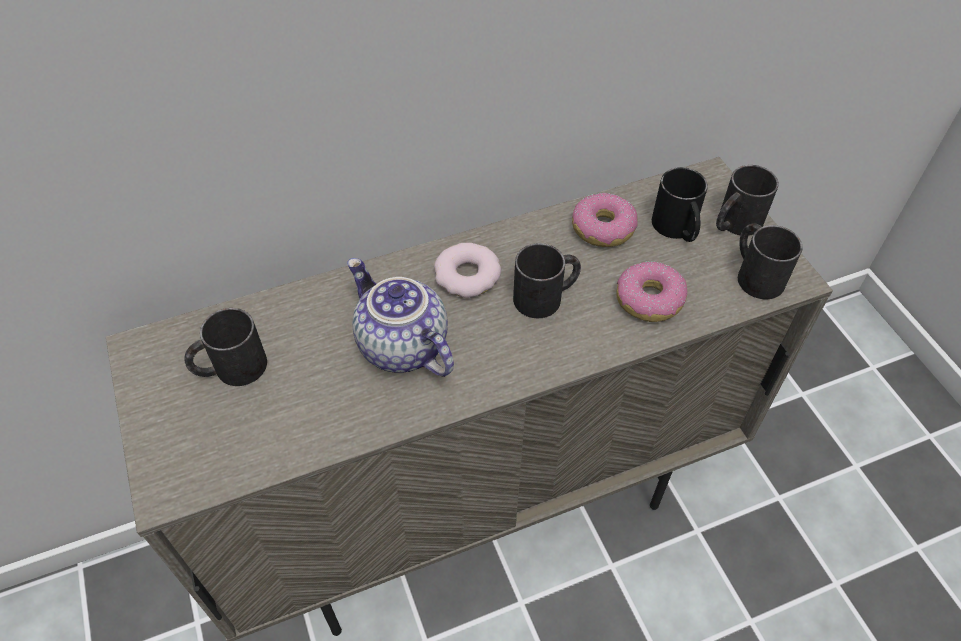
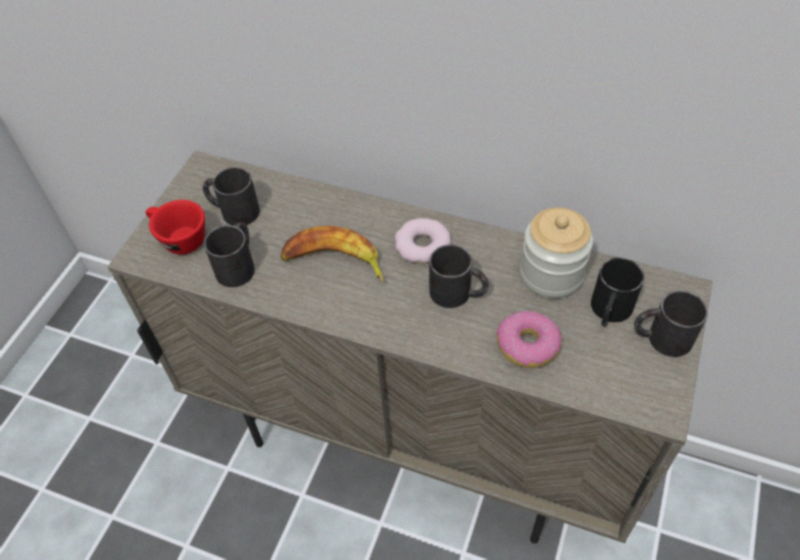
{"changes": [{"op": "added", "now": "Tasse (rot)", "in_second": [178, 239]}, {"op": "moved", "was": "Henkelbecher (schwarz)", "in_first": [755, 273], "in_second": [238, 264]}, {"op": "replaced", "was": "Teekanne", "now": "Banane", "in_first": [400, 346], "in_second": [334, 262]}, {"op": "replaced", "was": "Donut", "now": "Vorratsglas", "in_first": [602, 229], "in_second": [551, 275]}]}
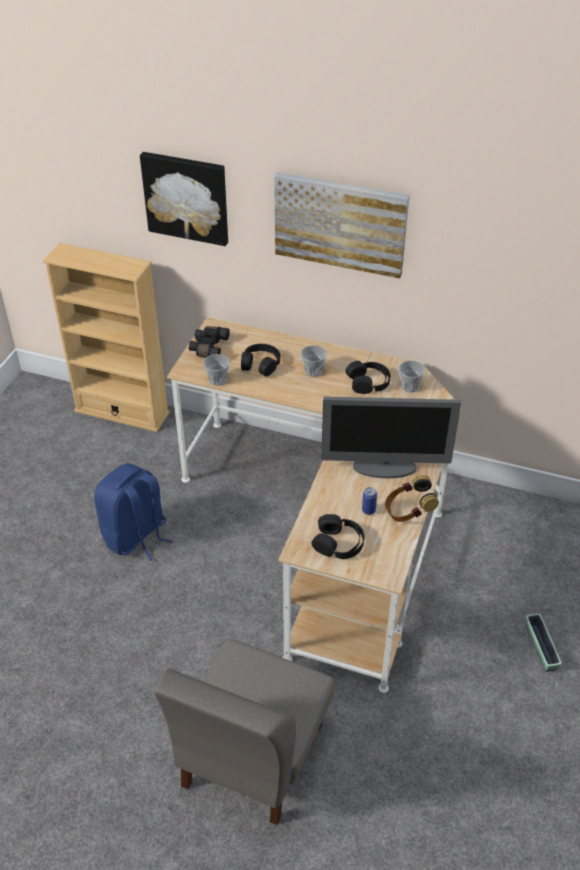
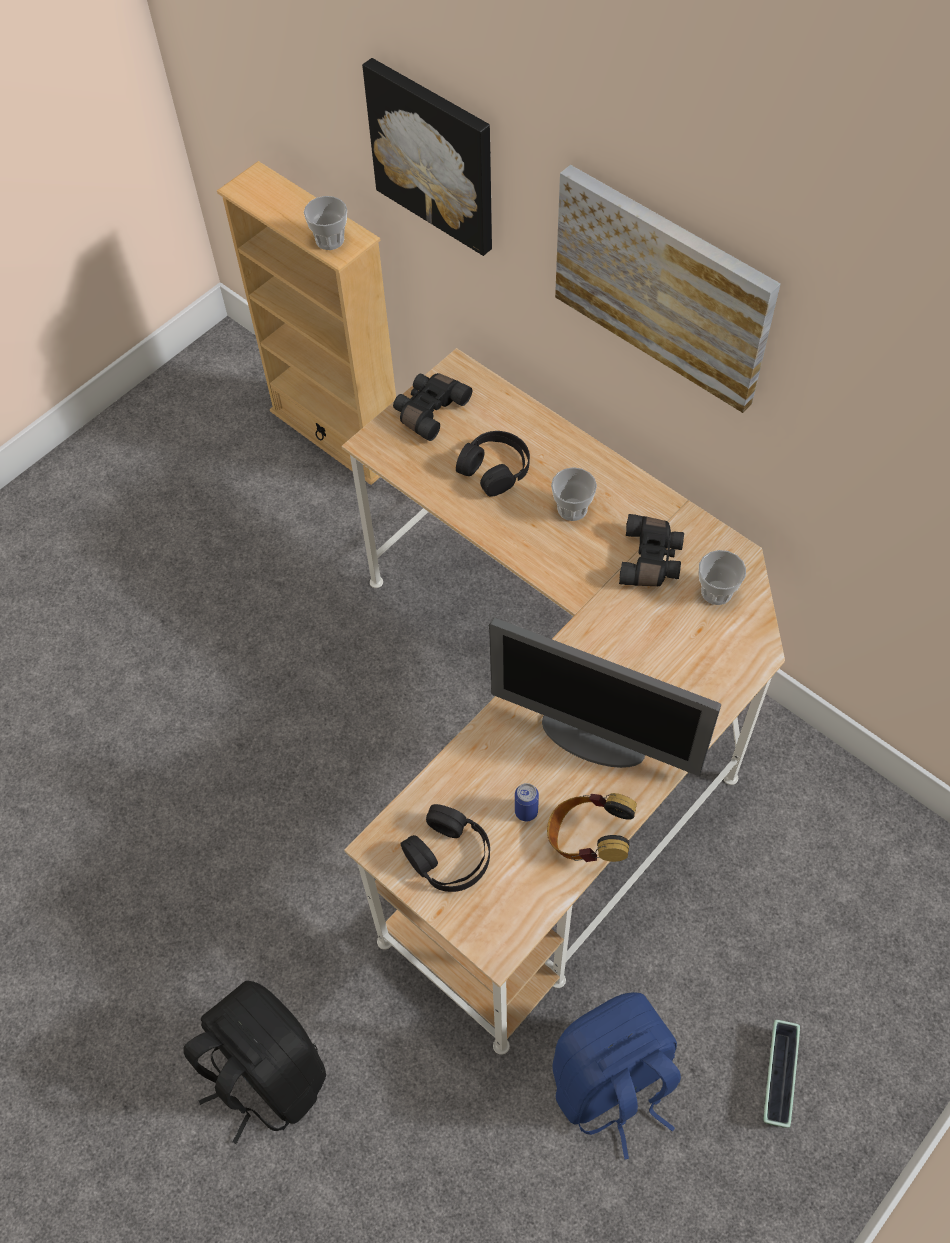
{"changes": [{"op": "replaced", "was": "Stuhl (grau)", "now": "Rucksack (schwarz)", "in_first": [252, 755], "in_second": [267, 1074]}, {"op": "moved", "was": "Tasse", "in_first": [217, 380], "in_second": [329, 240]}, {"op": "moved", "was": "Rucksack (blau)", "in_first": [136, 536], "in_second": [612, 1085]}, {"op": "replaced", "was": "Kopfhörer (schwarz)", "now": "Fernglas (schwarz)", "in_first": [368, 382], "in_second": [651, 560]}]}
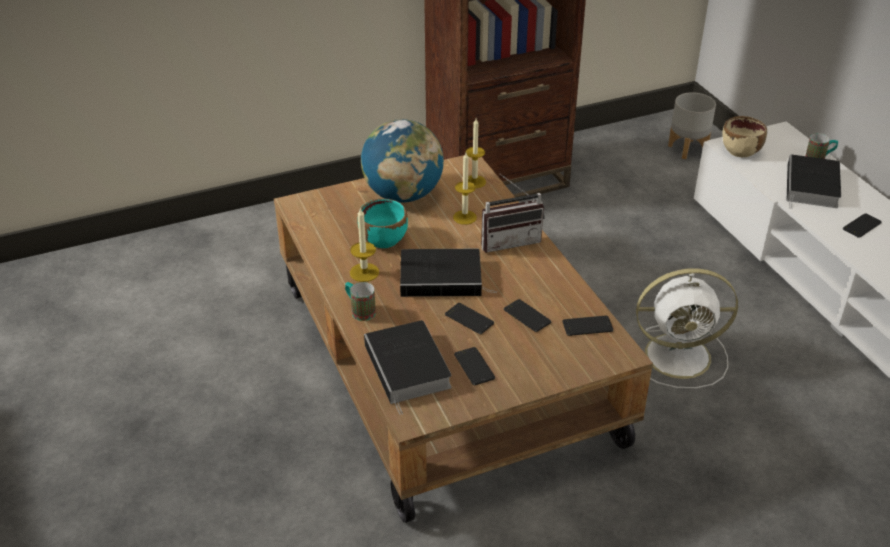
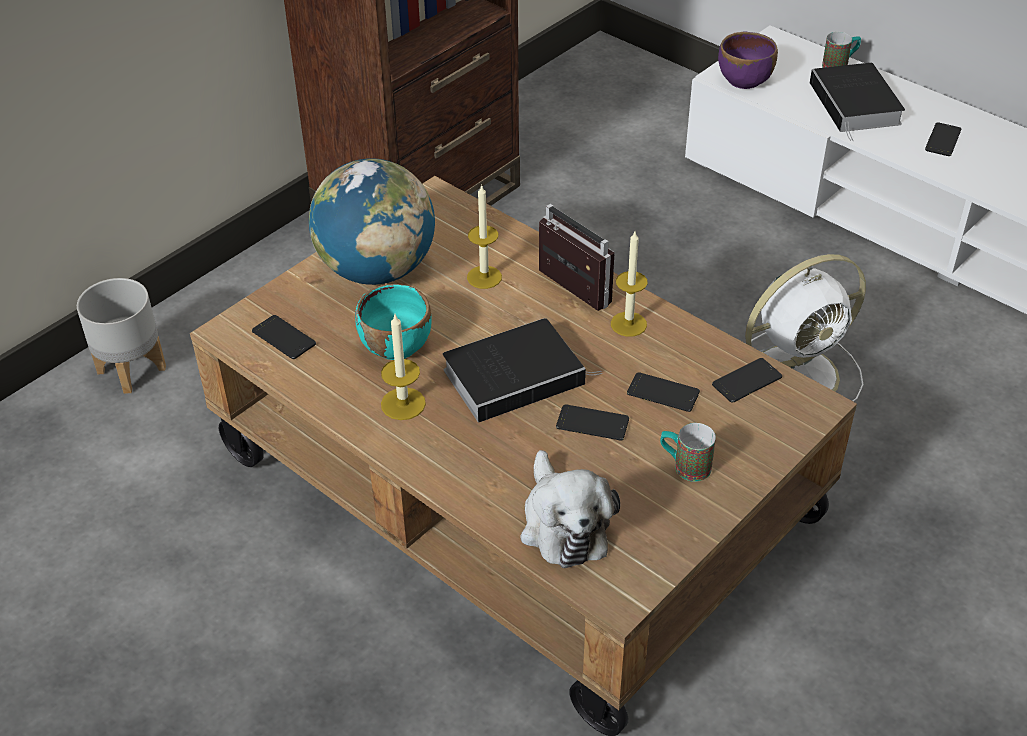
{"changes": [{"op": "moved", "was": "Pflanzkübel (grau)", "in_first": [688, 149], "in_second": [132, 369]}, {"op": "moved", "was": "Handy", "in_first": [474, 366], "in_second": [284, 338]}, {"op": "replaced", "was": "Buch", "now": "Plüschtier", "in_first": [409, 368], "in_second": [563, 524]}, {"op": "turned", "was": "Radio", "in_first": [509, 240], "in_second": [566, 292], "clockwise": -90}, {"op": "moved", "was": "Kerze", "in_first": [474, 181], "in_second": [628, 324]}, {"op": "moved", "was": "Henkelbecher", "in_first": [359, 310], "in_second": [684, 466]}, {"op": "recoloured", "was": "Schüssel (beige)", "now": "Schüssel (lila)", "in_first": [740, 151], "in_second": [744, 80]}]}
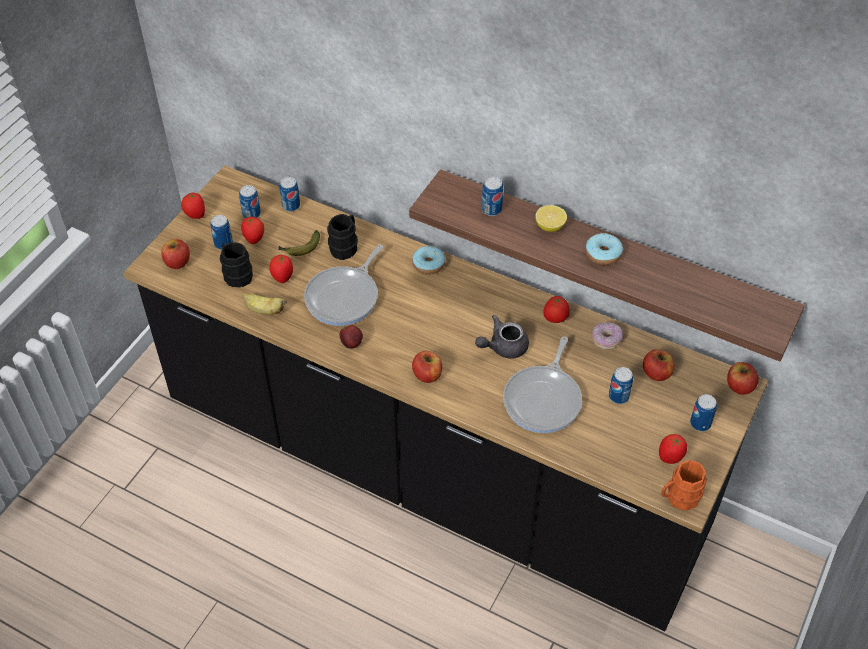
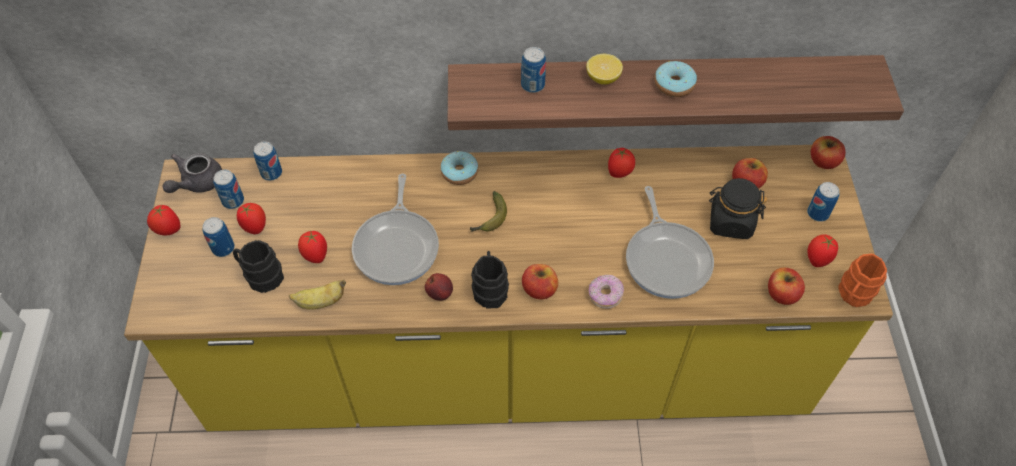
{"changes": [{"op": "recoloured", "was": "Küchenzeile (schwarz)", "now": "Küchenzeile (gelb)", "in_first": [434, 468], "in_second": [508, 367]}, {"op": "moved", "was": "Teekanne (grau)", "in_first": [503, 347], "in_second": [197, 183]}, {"op": "moved", "was": "Banane", "in_first": [300, 248], "in_second": [489, 219]}, {"op": "moved", "was": "Henkelbecher (schwarz)", "in_first": [345, 246], "in_second": [490, 288]}, {"op": "moved", "was": "Donut", "in_first": [606, 339], "in_second": [605, 295]}, {"op": "replaced", "was": "Dose", "now": "Vorratsglas (schwarz)", "in_first": [618, 396], "in_second": [730, 222]}, {"op": "moved", "was": "Apfel", "in_first": [177, 262], "in_second": [781, 294]}]}
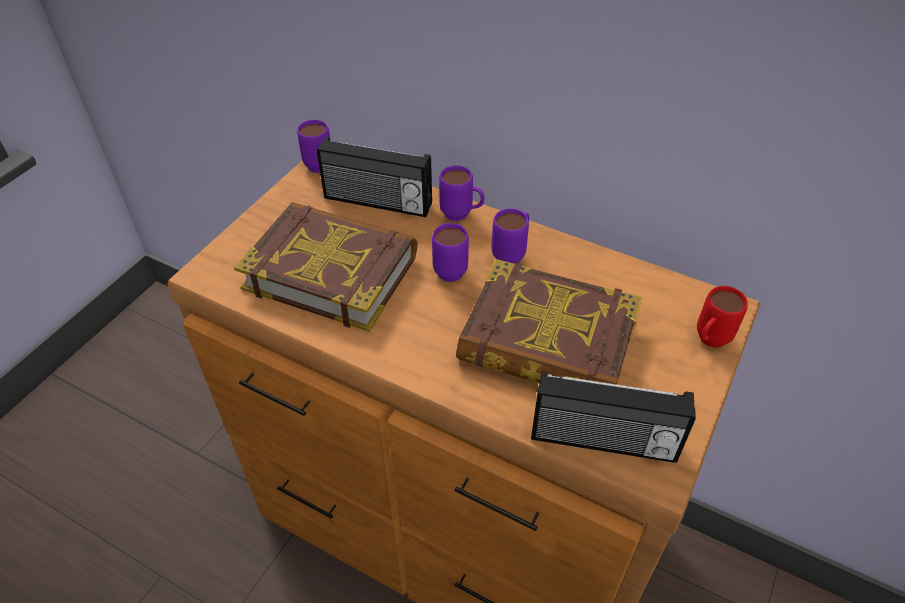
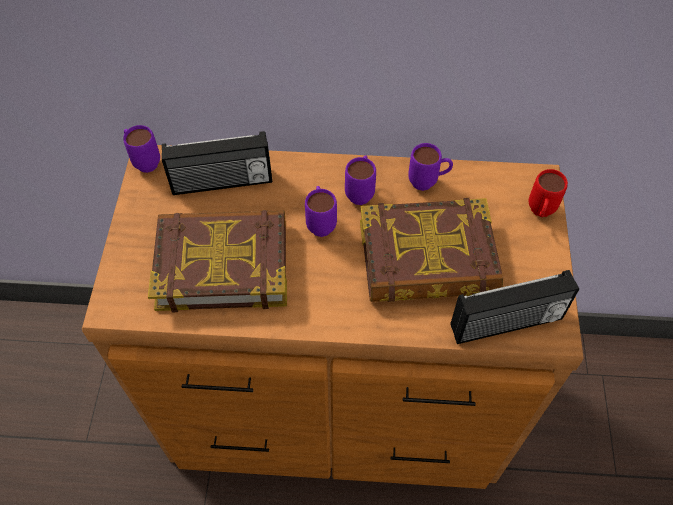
{"changes": [{"op": "moved", "was": "Henkelbecher (lila)", "in_first": [462, 216], "in_second": [428, 182]}]}
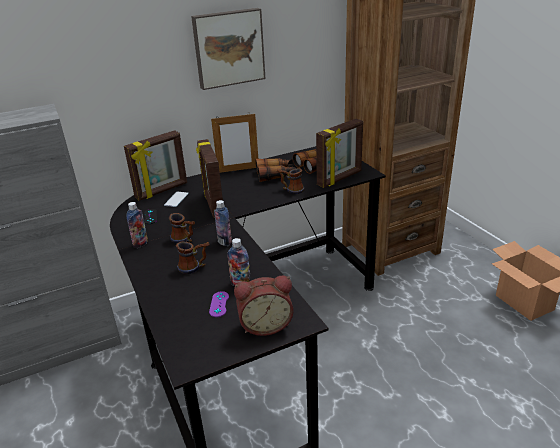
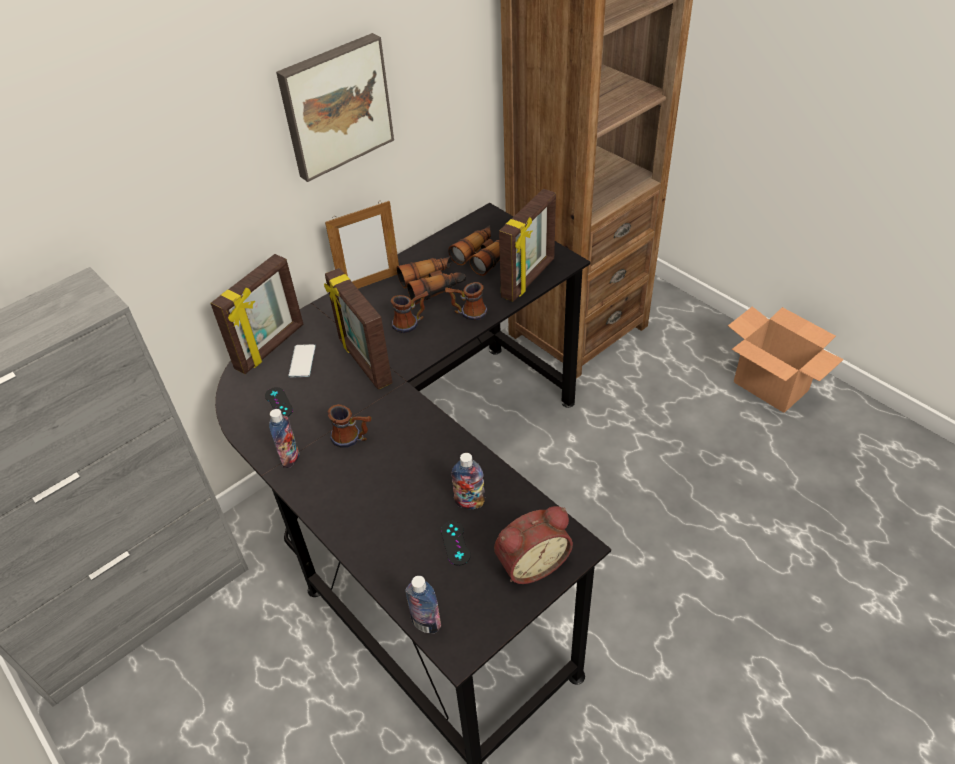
{"changes": [{"op": "moved", "was": "Henkelbecher", "in_first": [195, 267], "in_second": [411, 322]}, {"op": "moved", "was": "Flasche", "in_first": [224, 242], "in_second": [426, 623]}, {"op": "recoloured", "was": "Gamepad (lila)", "now": "Gamepad (schwarz)", "in_first": [219, 304], "in_second": [455, 543]}]}
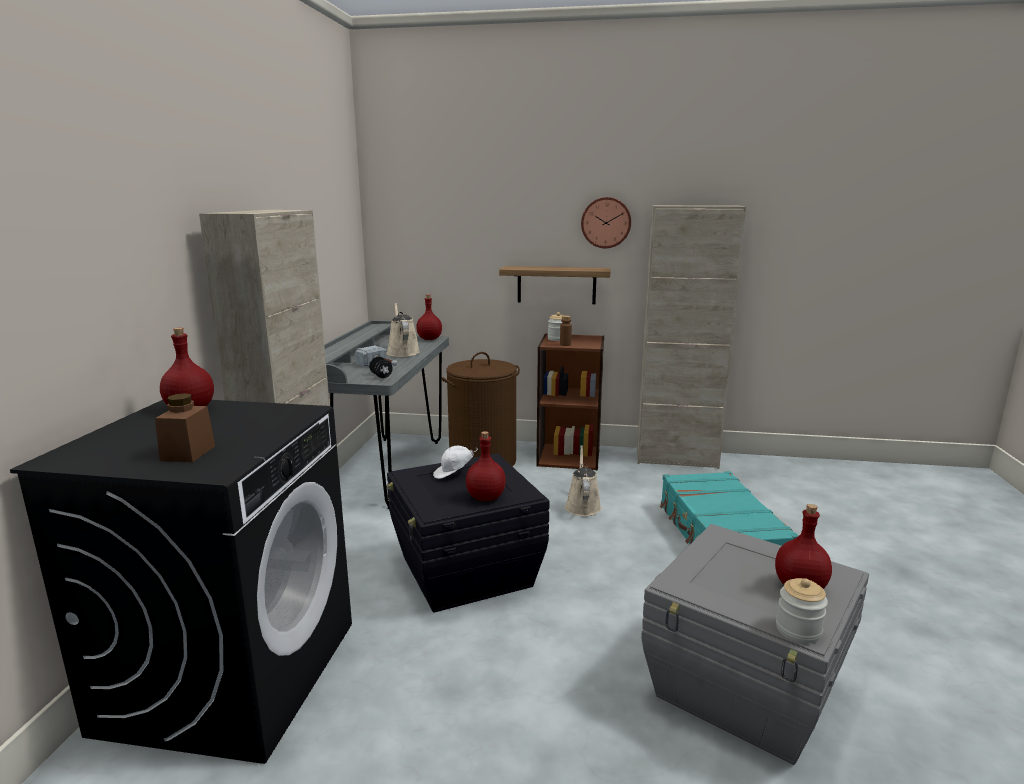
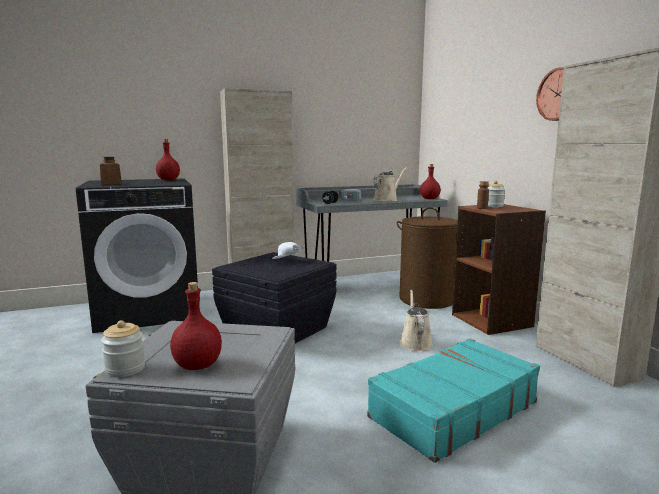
{"changes": [{"op": "turned", "was": "Gießkanne (beige)", "in_first": [582, 505], "in_second": [415, 342], "clockwise": -60}, {"op": "removed", "was": "Flasche (rot)", "in_first": [485, 497]}, {"op": "removed", "was": "Wandregal", "in_first": [556, 285]}]}
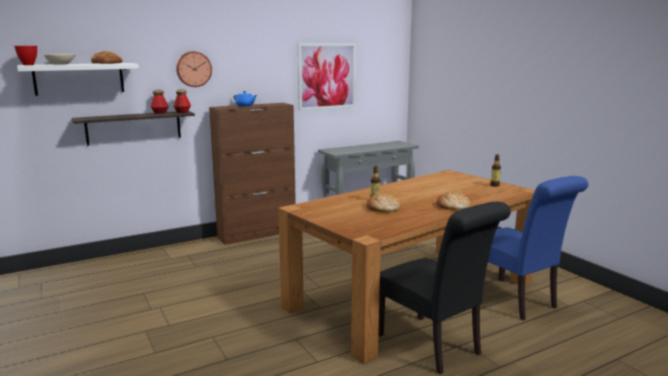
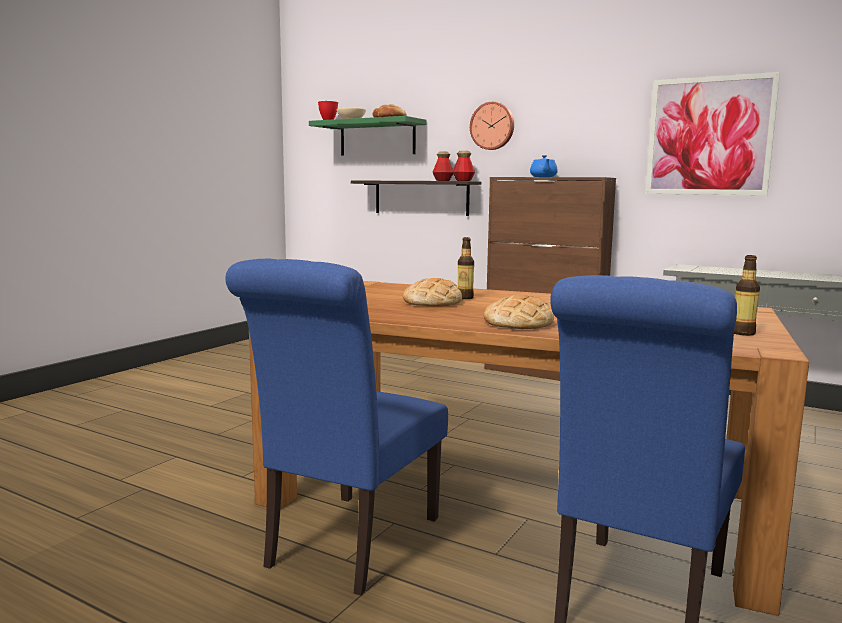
{"changes": [{"op": "recoloured", "was": "Stuhl (schwarz)", "now": "Stuhl (blau)", "in_first": [433, 346], "in_second": [347, 546]}, {"op": "recoloured", "was": "Wandregal (weiß)", "now": "Wandregal (grün)", "in_first": [79, 78], "in_second": [377, 138]}]}
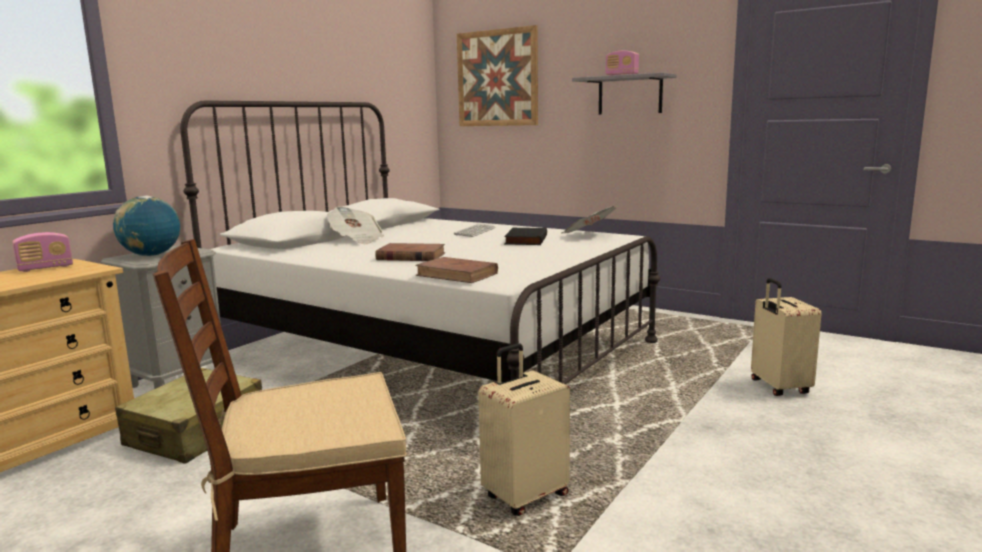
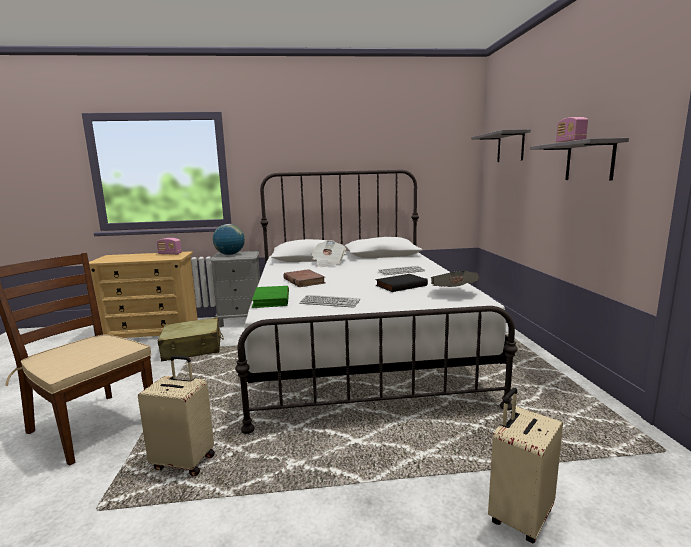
{"changes": [{"op": "recoloured", "was": "Buch (braun)", "now": "Buch (grün)", "in_first": [457, 274], "in_second": [271, 300]}, {"op": "added", "now": "Tastatur", "in_second": [329, 302]}, {"op": "replaced", "was": "Bild", "now": "Wandregal (grau)", "in_first": [497, 78], "in_second": [510, 147]}]}
